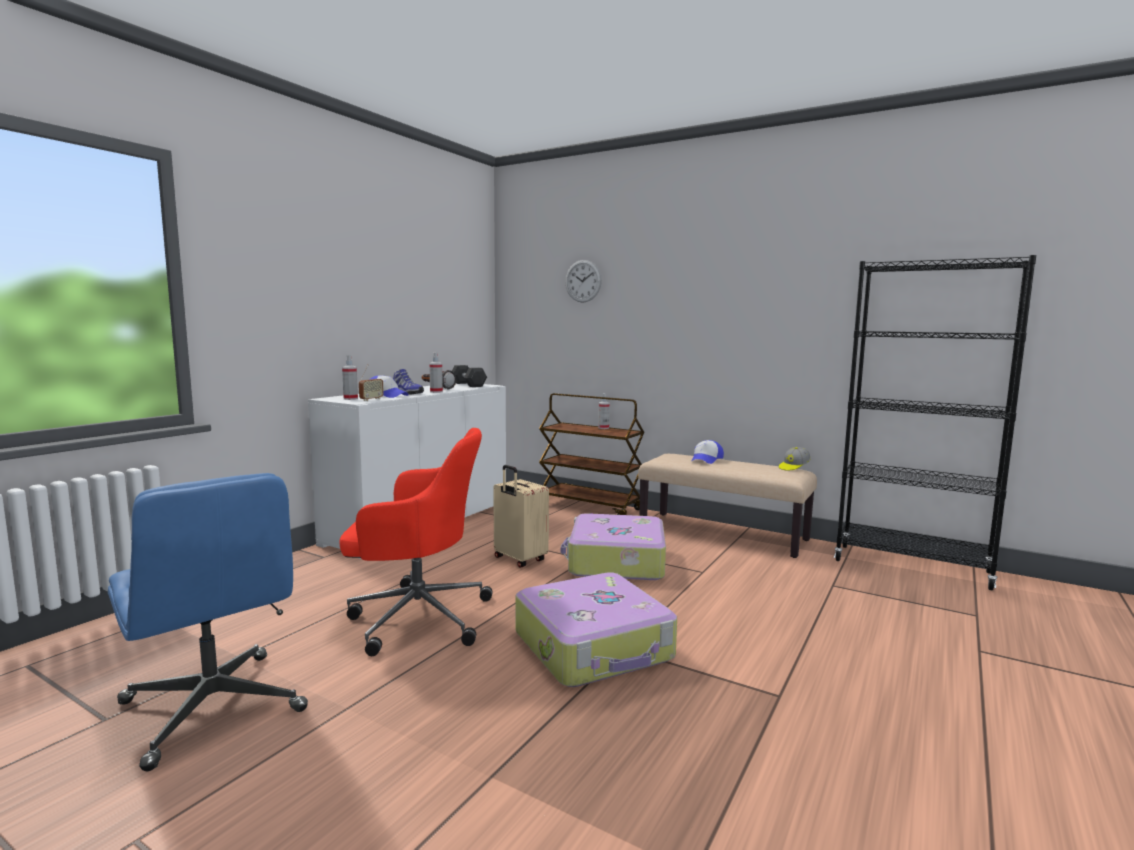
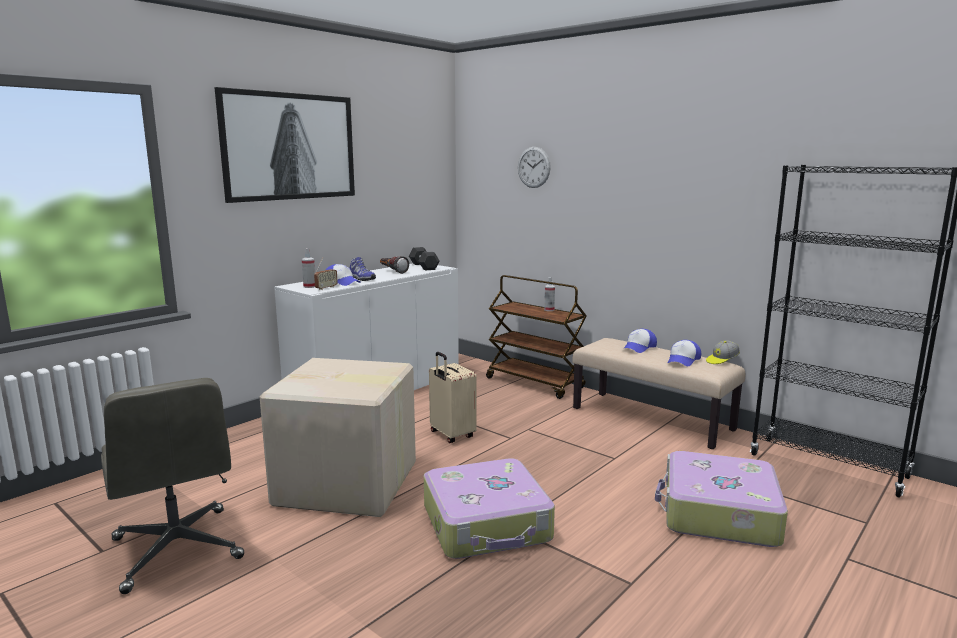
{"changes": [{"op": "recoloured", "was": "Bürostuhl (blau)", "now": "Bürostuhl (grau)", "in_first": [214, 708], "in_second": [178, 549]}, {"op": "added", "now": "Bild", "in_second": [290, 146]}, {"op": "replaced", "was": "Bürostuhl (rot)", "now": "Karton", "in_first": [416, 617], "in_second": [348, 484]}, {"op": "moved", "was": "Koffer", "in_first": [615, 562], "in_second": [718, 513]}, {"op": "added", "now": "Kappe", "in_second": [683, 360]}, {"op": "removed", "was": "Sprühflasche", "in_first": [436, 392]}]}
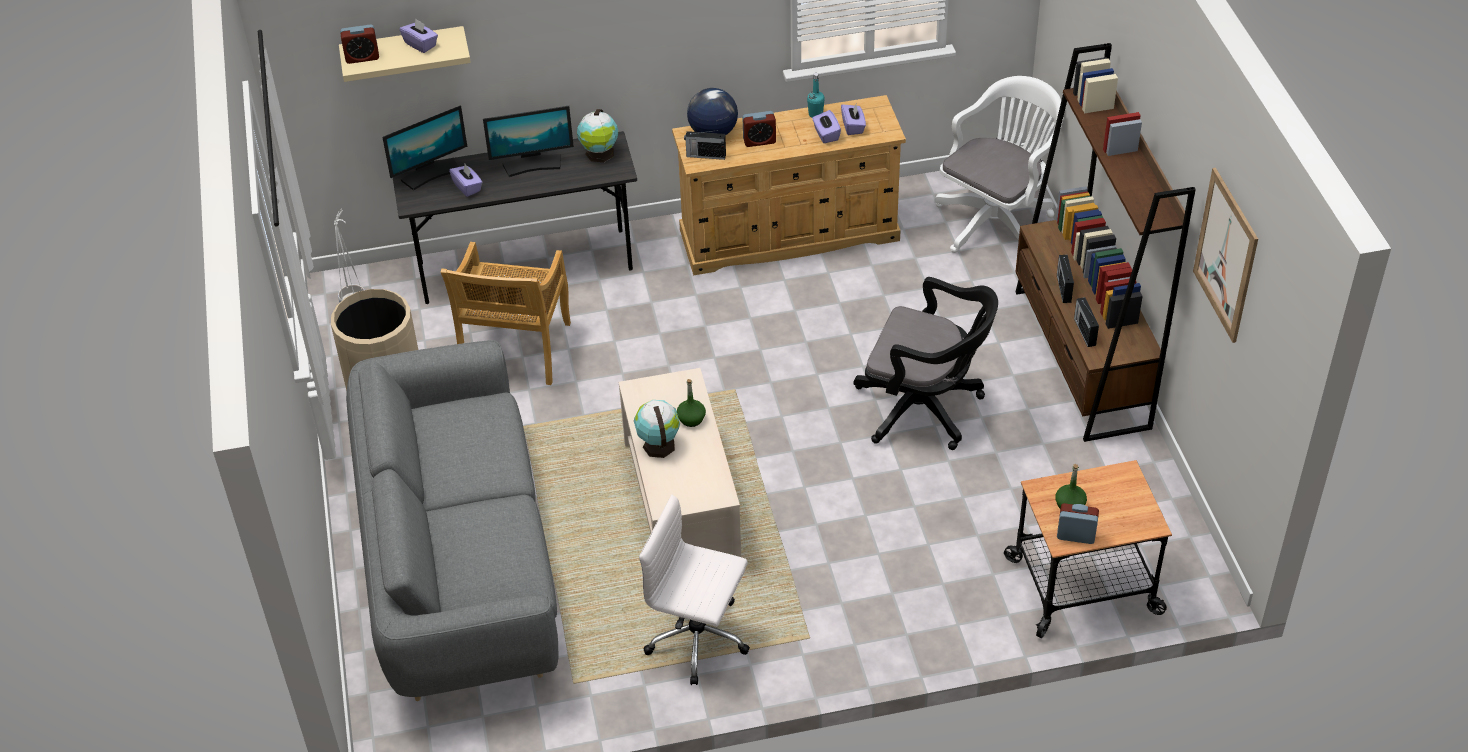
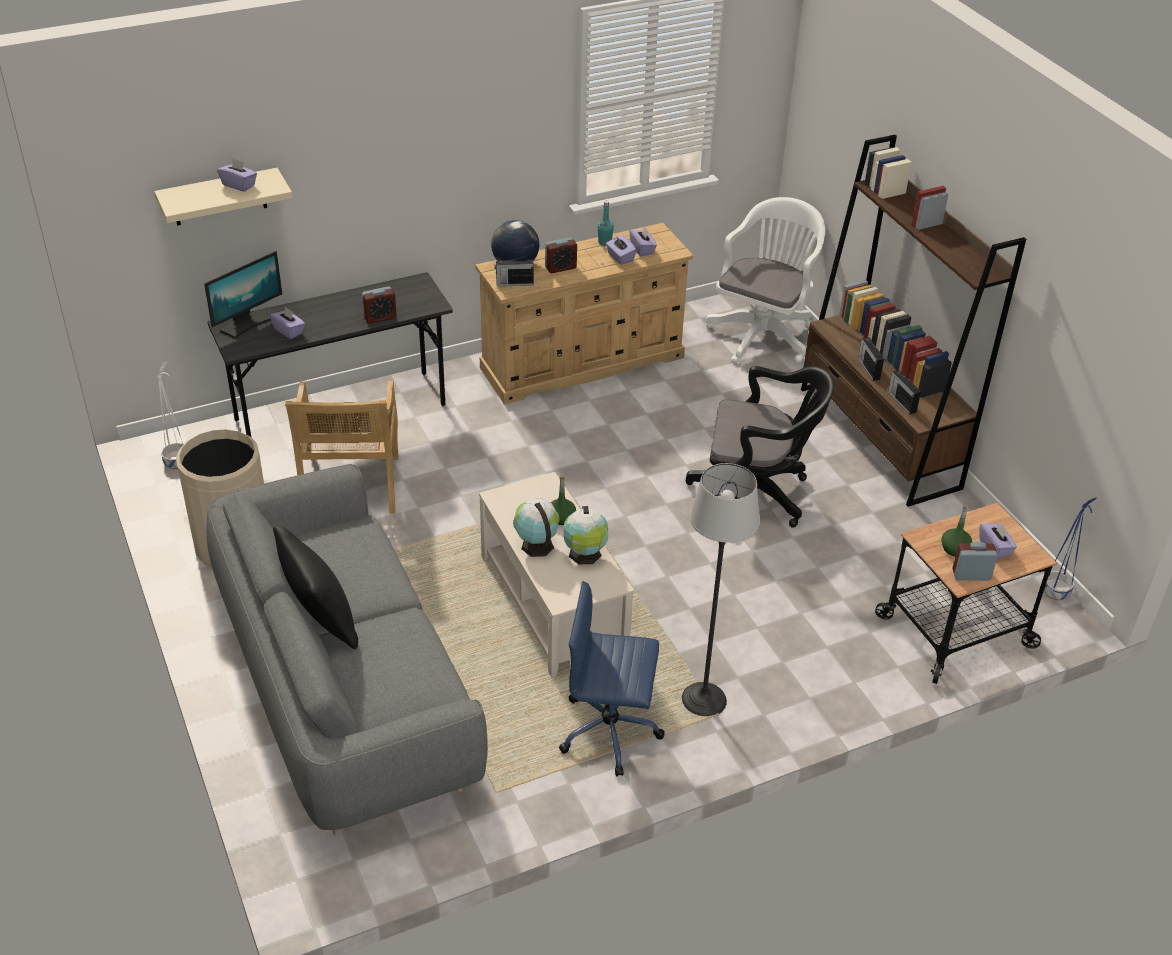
{"changes": [{"op": "added", "now": "Kissen (schwarz)", "in_second": [321, 621]}, {"op": "moved", "was": "Wecker", "in_first": [362, 57], "in_second": [380, 317]}, {"op": "recoloured", "was": "Bürostuhl (weiß)", "now": "Bürostuhl (blau)", "in_first": [699, 639], "in_second": [611, 731]}, {"op": "moved", "was": "Globus", "in_first": [600, 154], "in_second": [585, 555]}, {"op": "added", "now": "Stehlampe", "in_second": [704, 699]}, {"op": "added", "now": "Taschentuchbox (lila)", "in_second": [995, 548]}, {"op": "added", "now": "Pflanzkübel (blau)", "in_second": [1056, 592]}, {"op": "removed", "was": "Monitor", "in_first": [532, 164]}, {"op": "removed", "was": "Bild", "in_first": [1225, 255]}]}
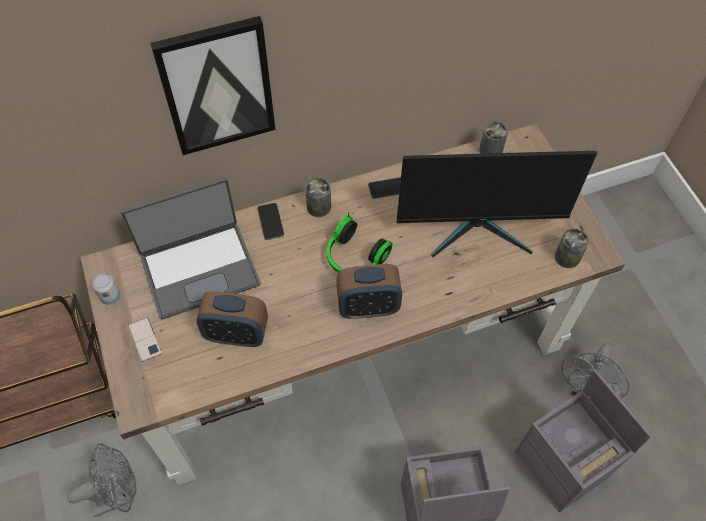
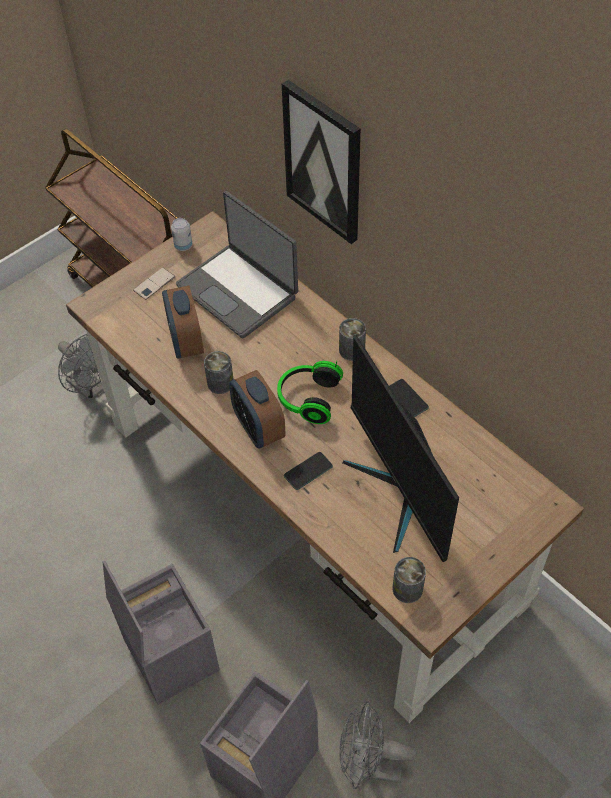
{"changes": [{"op": "moved", "was": "Dose", "in_first": [490, 151], "in_second": [220, 383]}, {"op": "moved", "was": "Handy", "in_first": [270, 221], "in_second": [308, 471]}]}
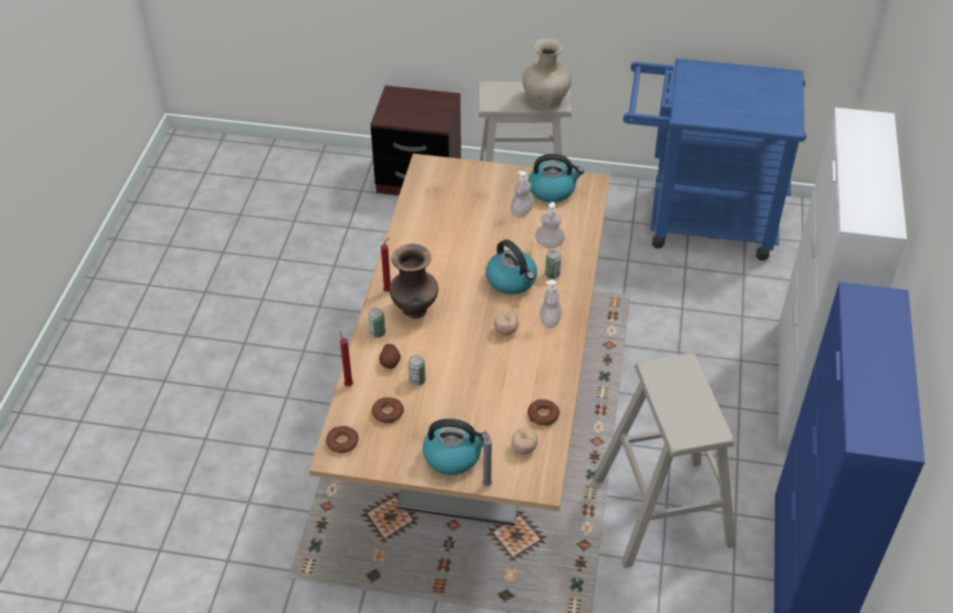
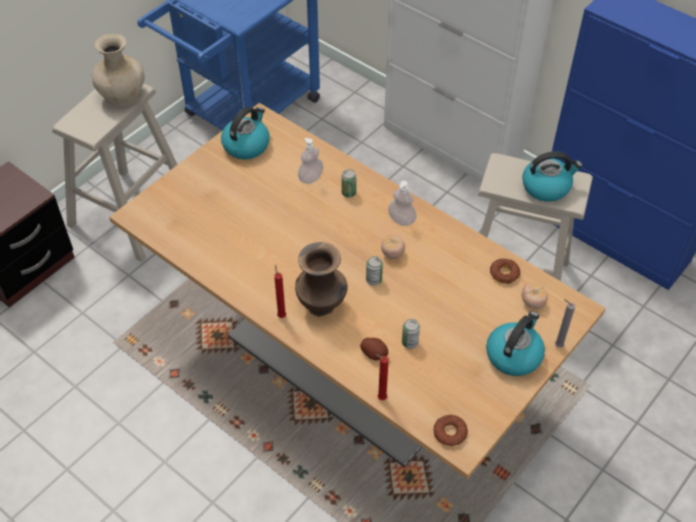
{"changes": [{"op": "moved", "was": "Dose", "in_first": [377, 333], "in_second": [374, 280]}, {"op": "moved", "was": "Wasserkessel", "in_first": [512, 281], "in_second": [546, 186]}, {"op": "removed", "was": "Donut", "in_first": [388, 413]}, {"op": "removed", "was": "Seifenspender", "in_first": [521, 212]}]}
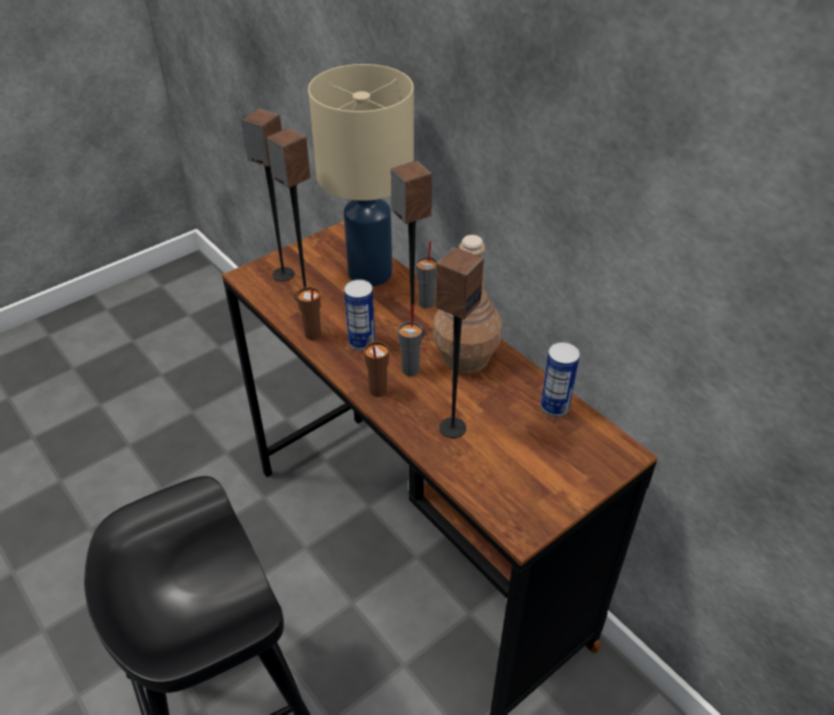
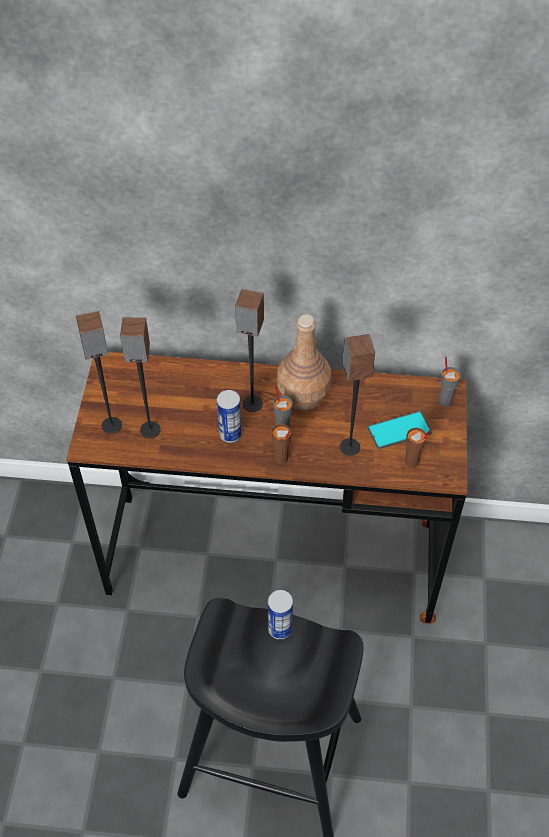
{"changes": [{"op": "moved", "was": "Dose", "in_first": [554, 407], "in_second": [280, 629]}, {"op": "added", "now": "Handy", "in_second": [399, 430]}, {"op": "moved", "was": "Tasse (braun)", "in_first": [313, 335], "in_second": [412, 462]}, {"op": "moved", "was": "Tasse (grau)", "in_first": [426, 303], "in_second": [445, 400]}, {"op": "removed", "was": "Tischlampe (beige)", "in_first": [370, 272]}]}
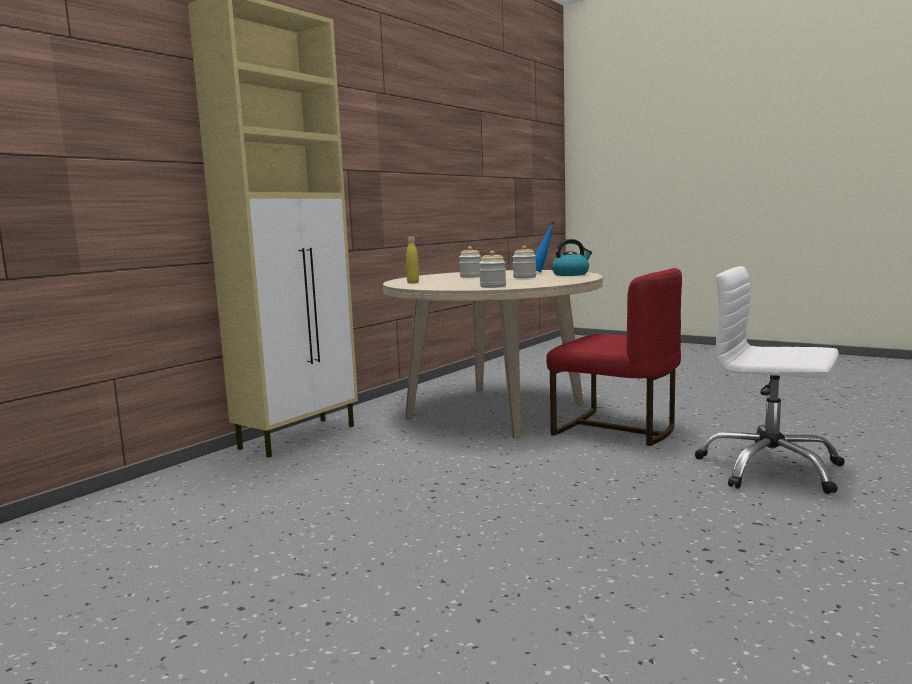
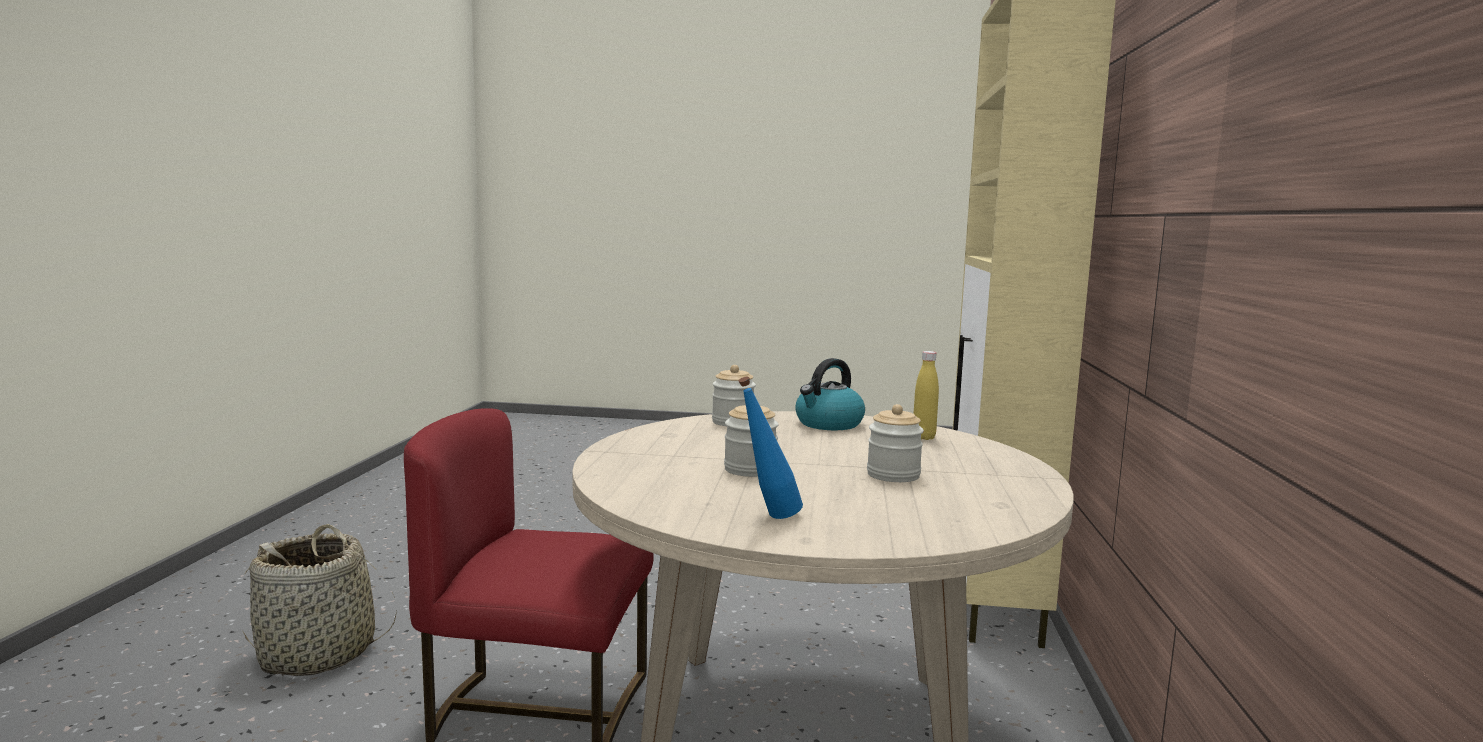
{"changes": [{"op": "replaced", "was": "Bürostuhl (weiß)", "now": "Korb", "in_first": [769, 469], "in_second": [318, 654]}, {"op": "moved", "was": "Wasserkessel", "in_first": [571, 274], "in_second": [828, 424]}]}
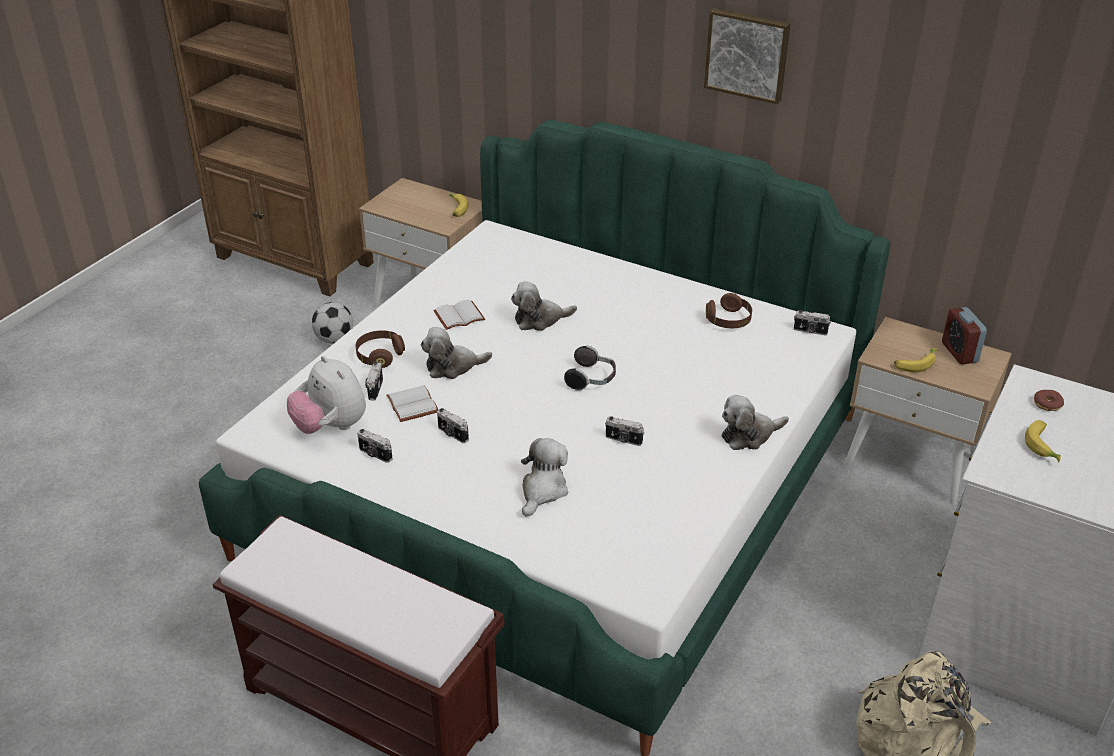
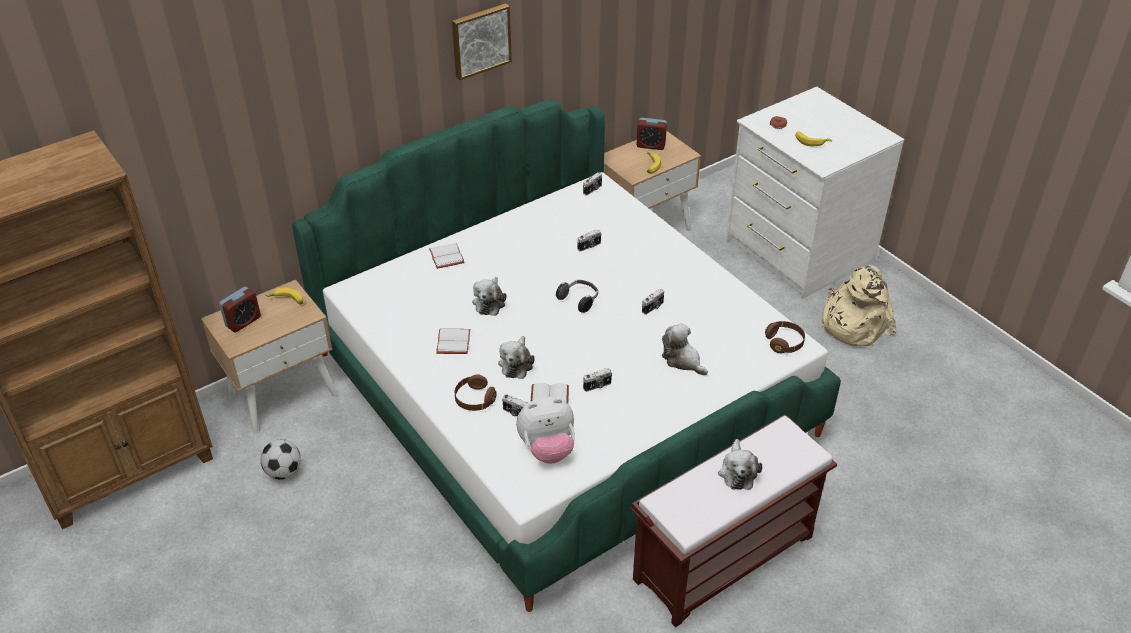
{"changes": [{"op": "added", "now": "Wecker", "in_second": [243, 321]}, {"op": "added", "now": "Buch (weiß)", "in_second": [447, 257]}, {"op": "moved", "was": "Kamera", "in_first": [375, 454], "in_second": [589, 246]}, {"op": "moved", "was": "Plüschtier", "in_first": [749, 435], "in_second": [737, 472]}, {"op": "moved", "was": "Kopfhörer (braun)", "in_first": [728, 321], "in_second": [784, 343]}]}
